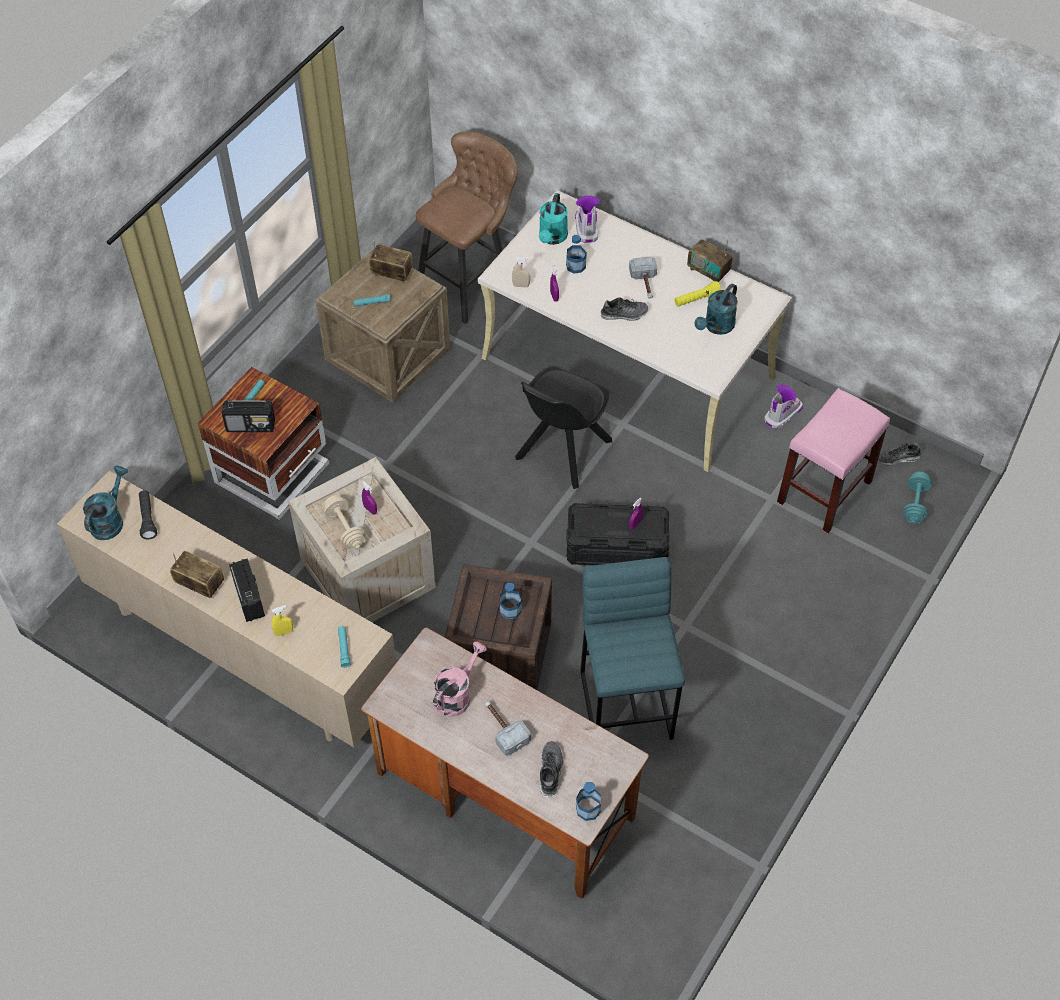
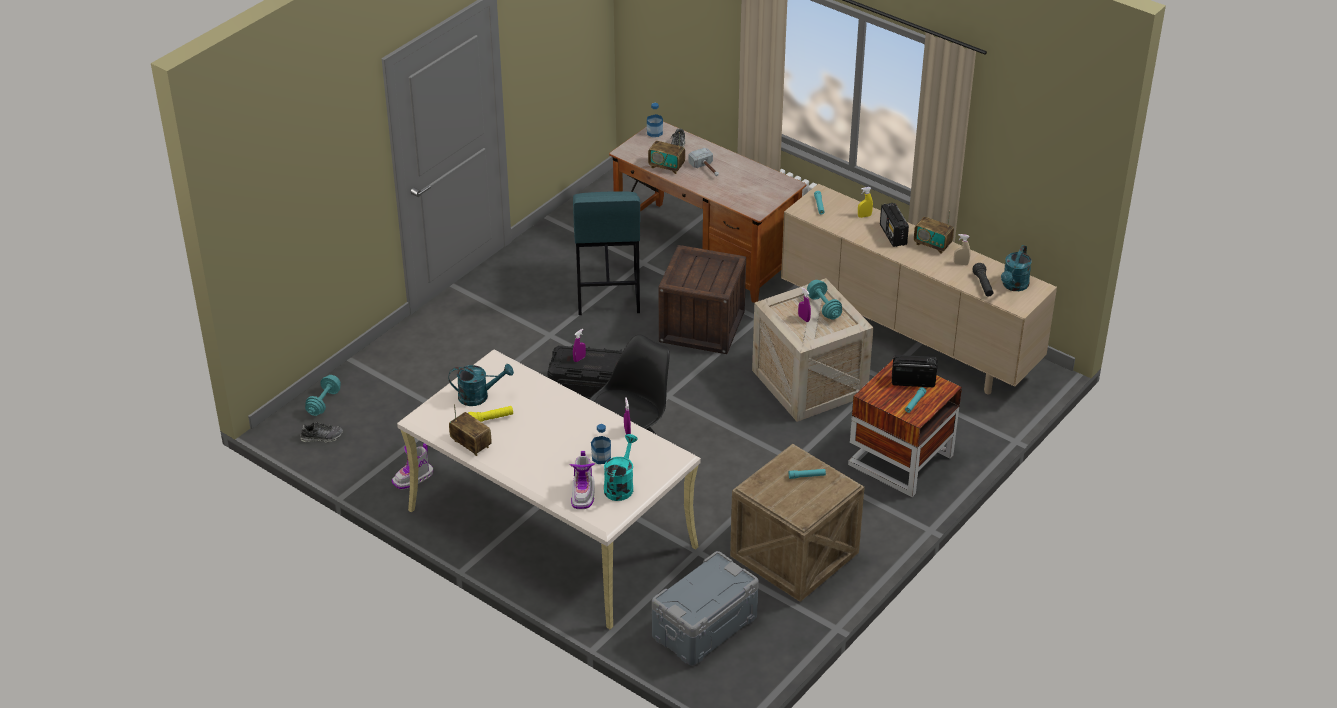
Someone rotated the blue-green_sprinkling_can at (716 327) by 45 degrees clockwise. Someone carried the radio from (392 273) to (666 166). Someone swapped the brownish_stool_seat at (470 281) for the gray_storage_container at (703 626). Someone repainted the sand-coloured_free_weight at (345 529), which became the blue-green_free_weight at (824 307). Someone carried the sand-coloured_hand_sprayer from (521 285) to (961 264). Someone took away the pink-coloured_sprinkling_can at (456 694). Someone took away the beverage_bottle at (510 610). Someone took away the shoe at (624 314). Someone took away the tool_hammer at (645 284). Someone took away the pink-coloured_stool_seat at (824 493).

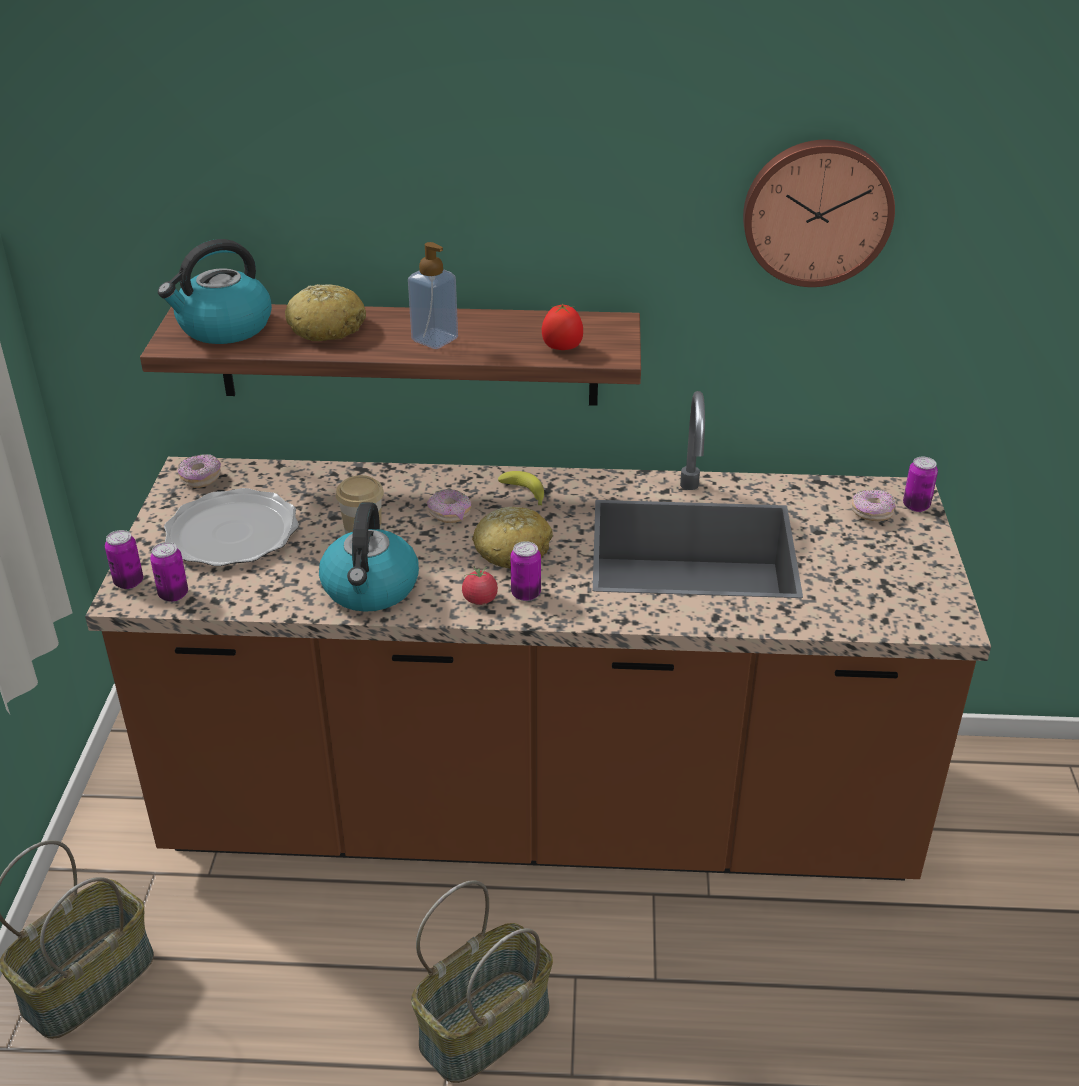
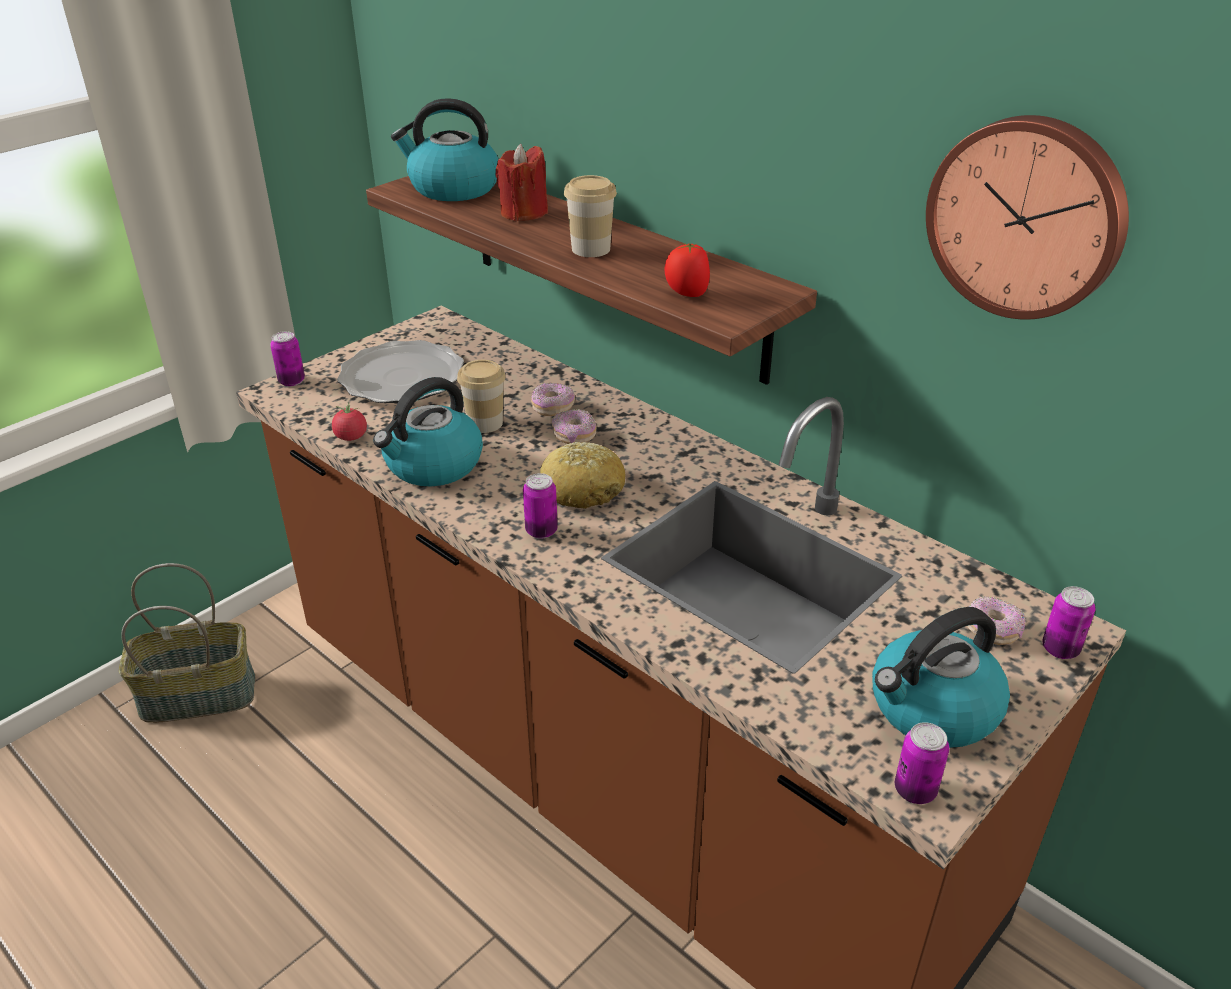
Someone carried the fresh_tomato from (480 599) to (351 437). Someone swapped the baked_bread at (327 328) for the red-coloured_candle at (523 213). Someone carried the doughnut from (201 479) to (553 408). Someone swapped the soap_bottle at (434 339) for the drinking_cup at (591 249). Someone put down the water_kettle at (932 709). Someone carried the can from (173 594) to (915 790). Someone took away the basket at (484 1025). Someone took away the banana at (525 495).

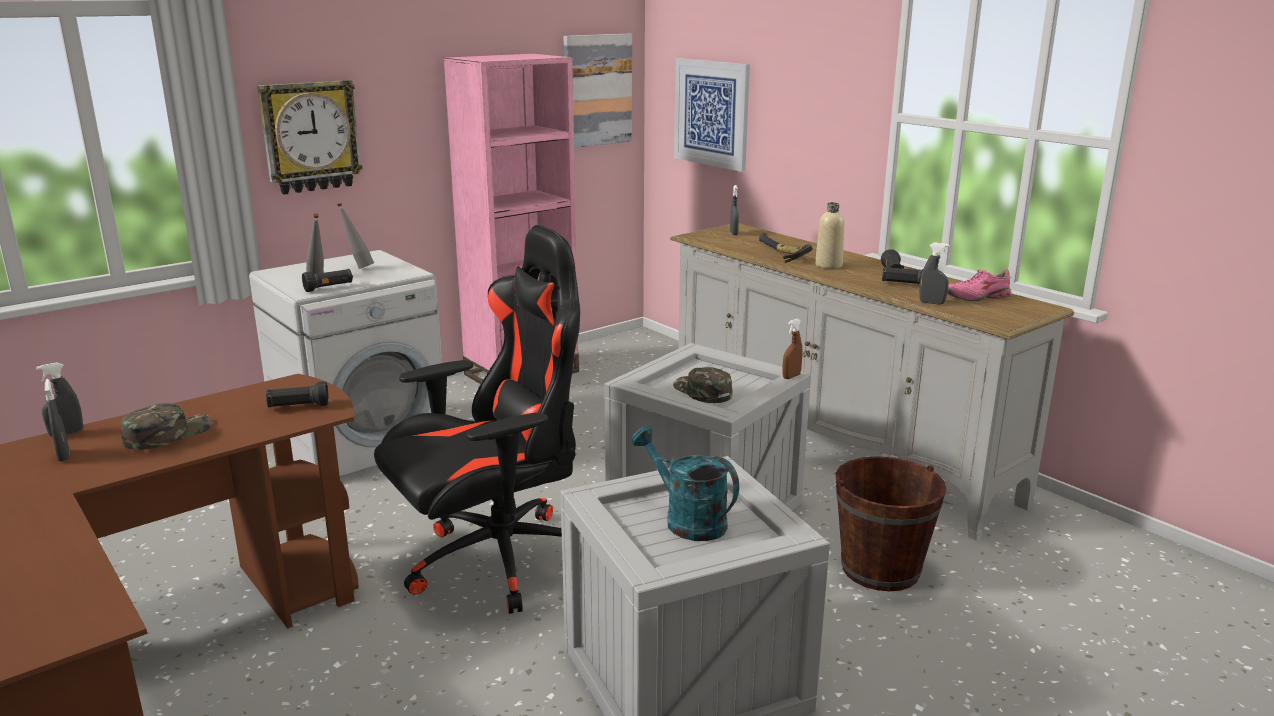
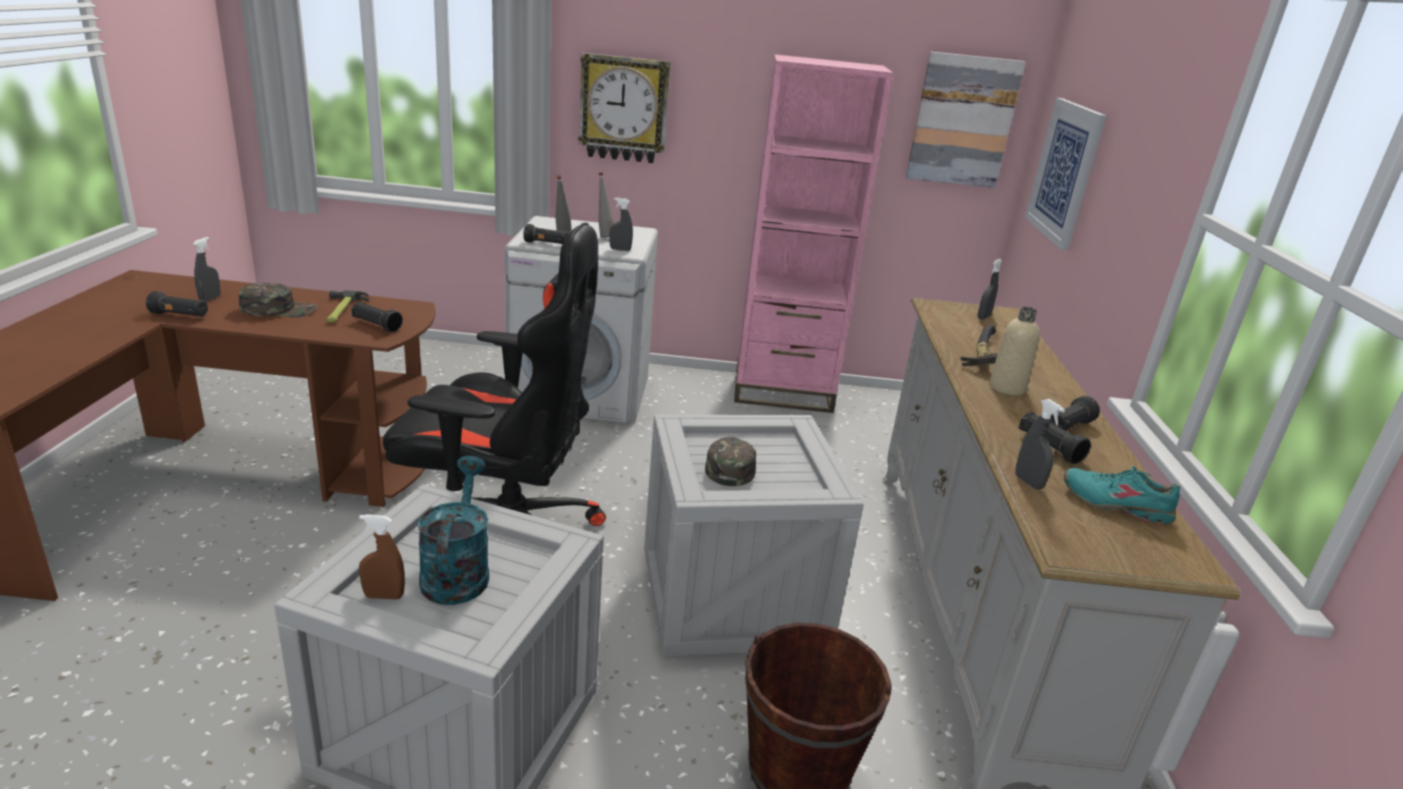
Someone put down the black-coloured_flashlight at (180 315). Someone put down the tool_hammer at (341 310). Someone carried the brownish_hand_sprayer from (791 376) to (384 596). Someone carried the gray_hand_sprayer from (66 434) to (620 249). Someone repainted the pink-coloured_shoe at (977 297), which became the blue-green_shoe at (1115 505).

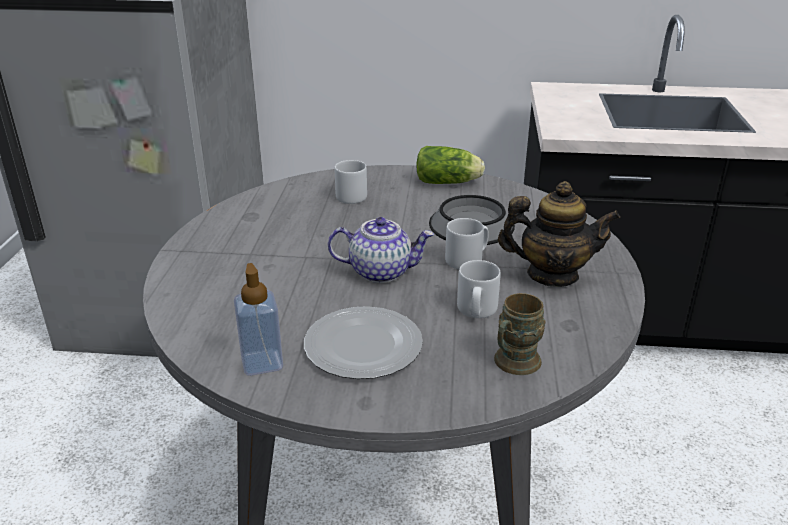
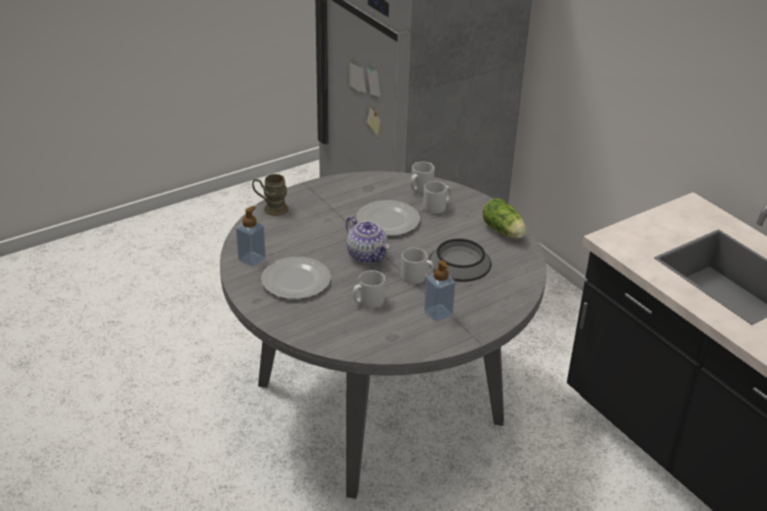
Someone carried the brownish_mug from (512 364) to (271 208). Someone put down the plate at (387 221). Someone put down the gray_mug at (420 189). Someone swapped the tea_pot at (552 275) for the soap_bottle at (438 313).

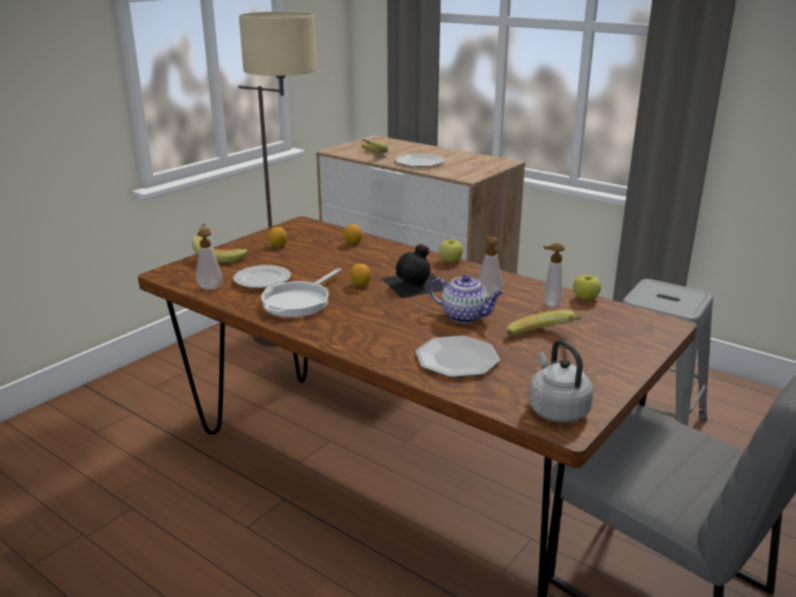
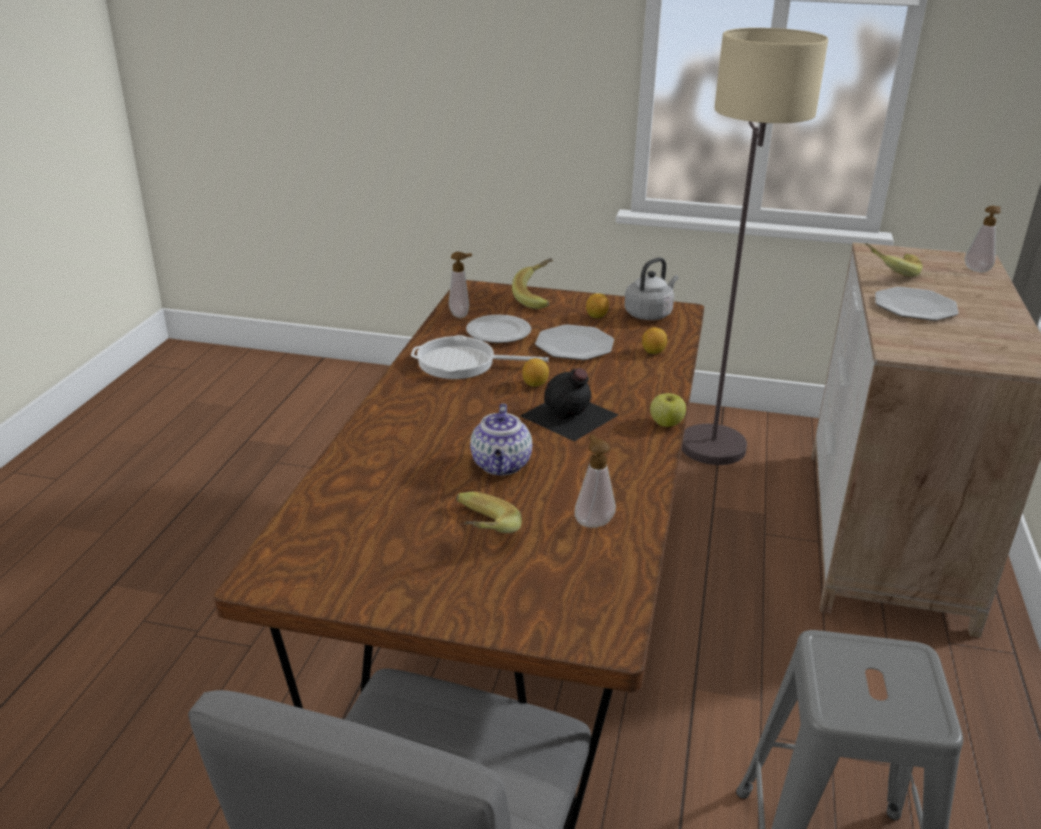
Someone carried the plate from (457 359) to (574 345). Someone carried the gray_water_kettle from (556 409) to (649 314). Someone carried the soap_bottle from (488 295) to (977 269). Someone took away the apple_fruit at (585 298).

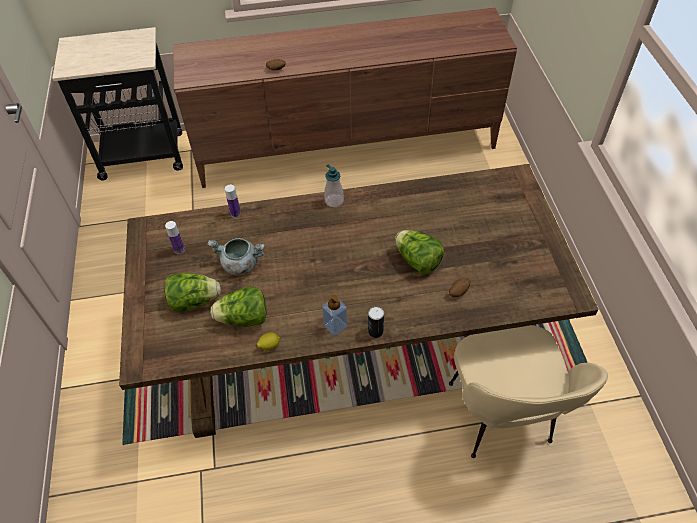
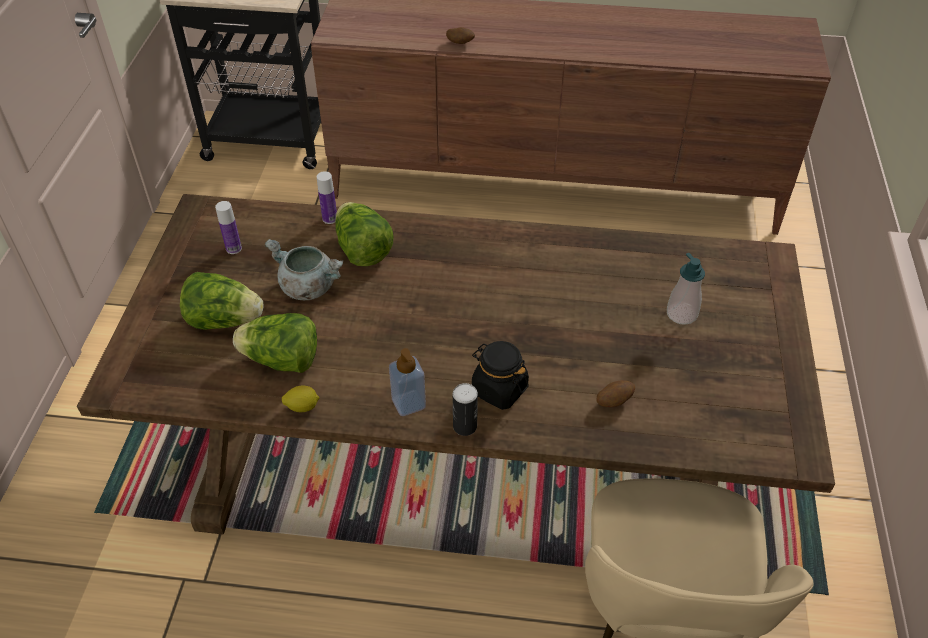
Someone carried the lettuce_head from (417 261) to (362 250). Someone put down the black-coloured_preserve_jar at (499 389). Someone carried the soap_bottle from (334 201) to (681 314).

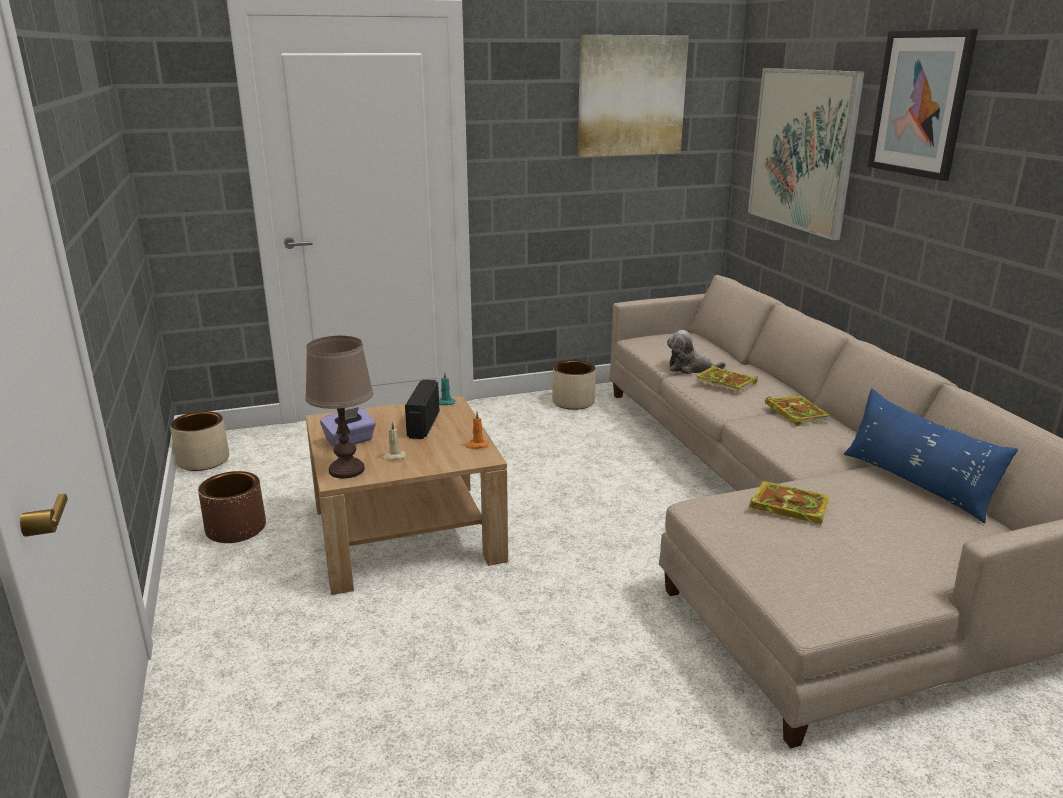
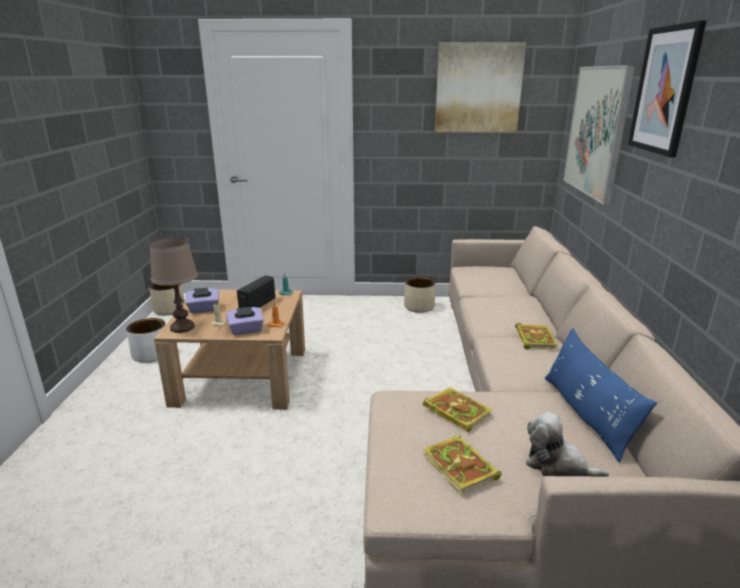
Someone repainted the brownish_flower_pot at (236 529), which became the whitish_flower_pot at (151 354). Someone put down the purple-coloured_tissue_box at (246 330). Someone carried the volume from (727 382) to (461 467). Someone carried the plush_toy from (690 368) to (557 465).

